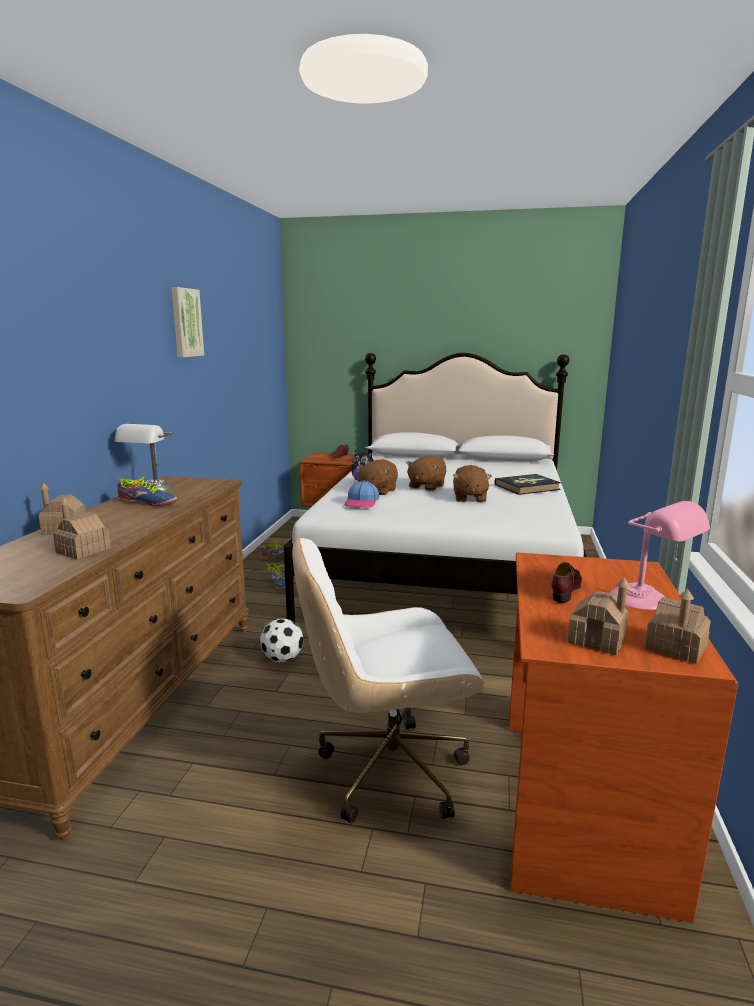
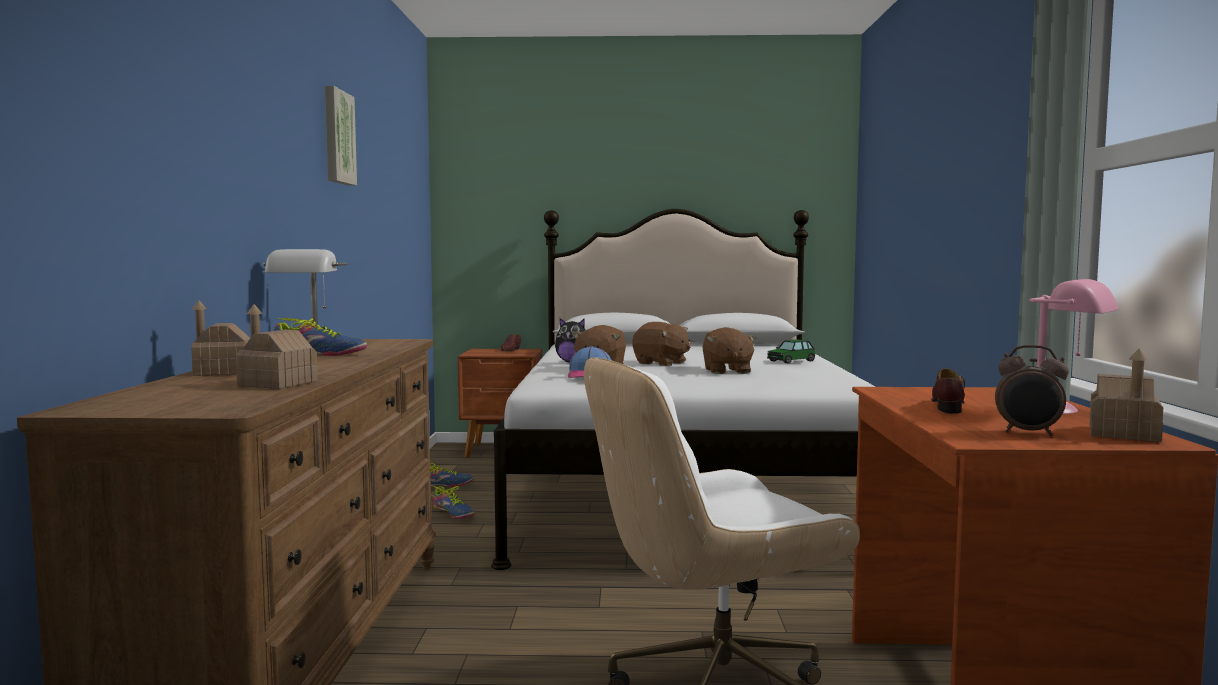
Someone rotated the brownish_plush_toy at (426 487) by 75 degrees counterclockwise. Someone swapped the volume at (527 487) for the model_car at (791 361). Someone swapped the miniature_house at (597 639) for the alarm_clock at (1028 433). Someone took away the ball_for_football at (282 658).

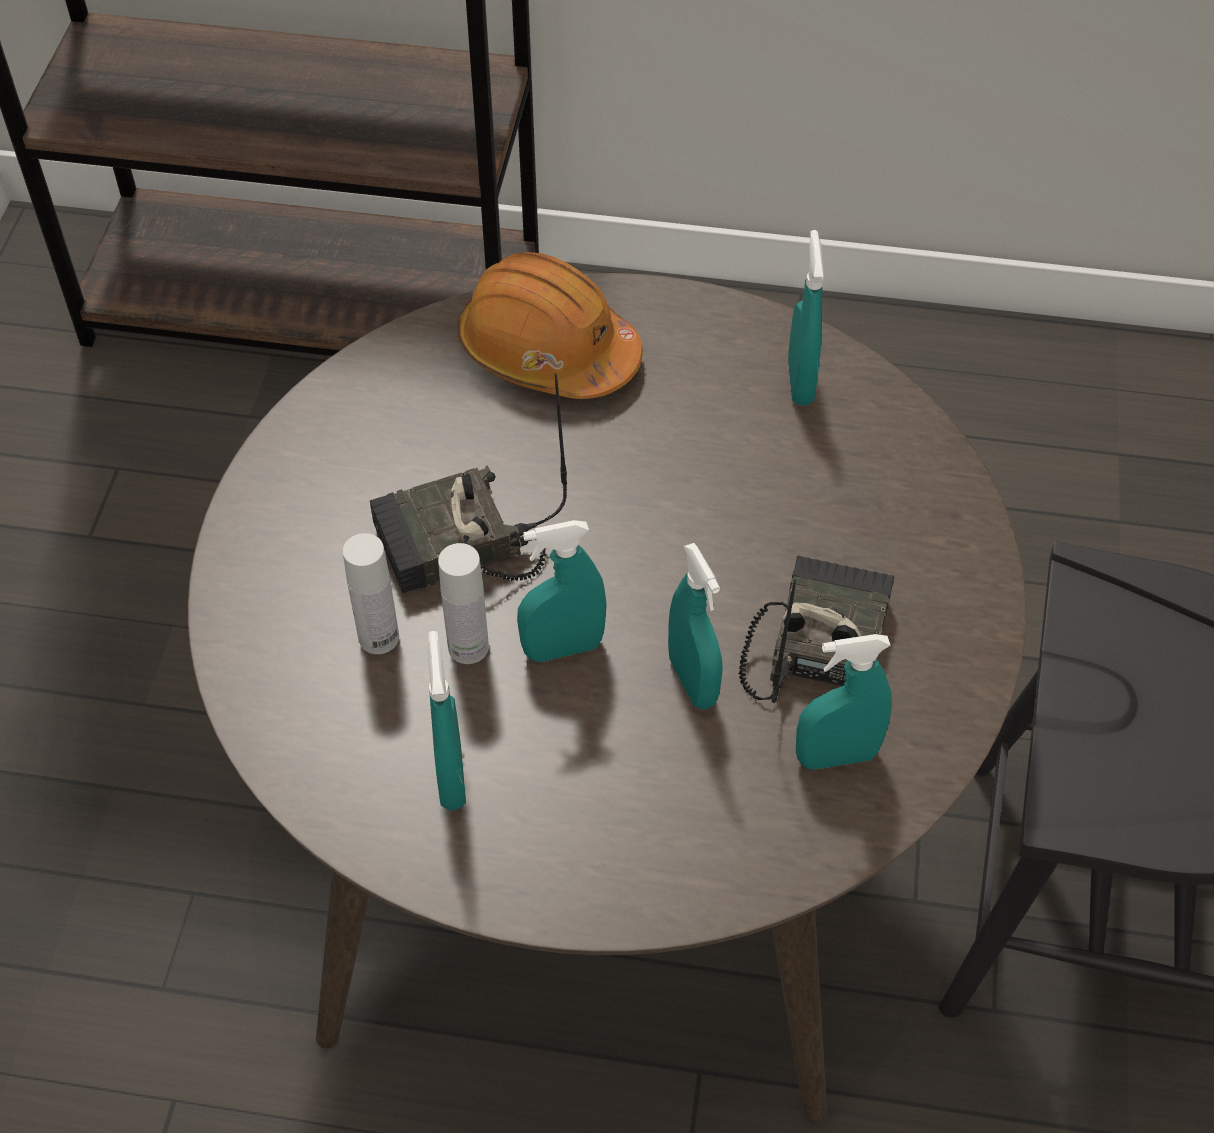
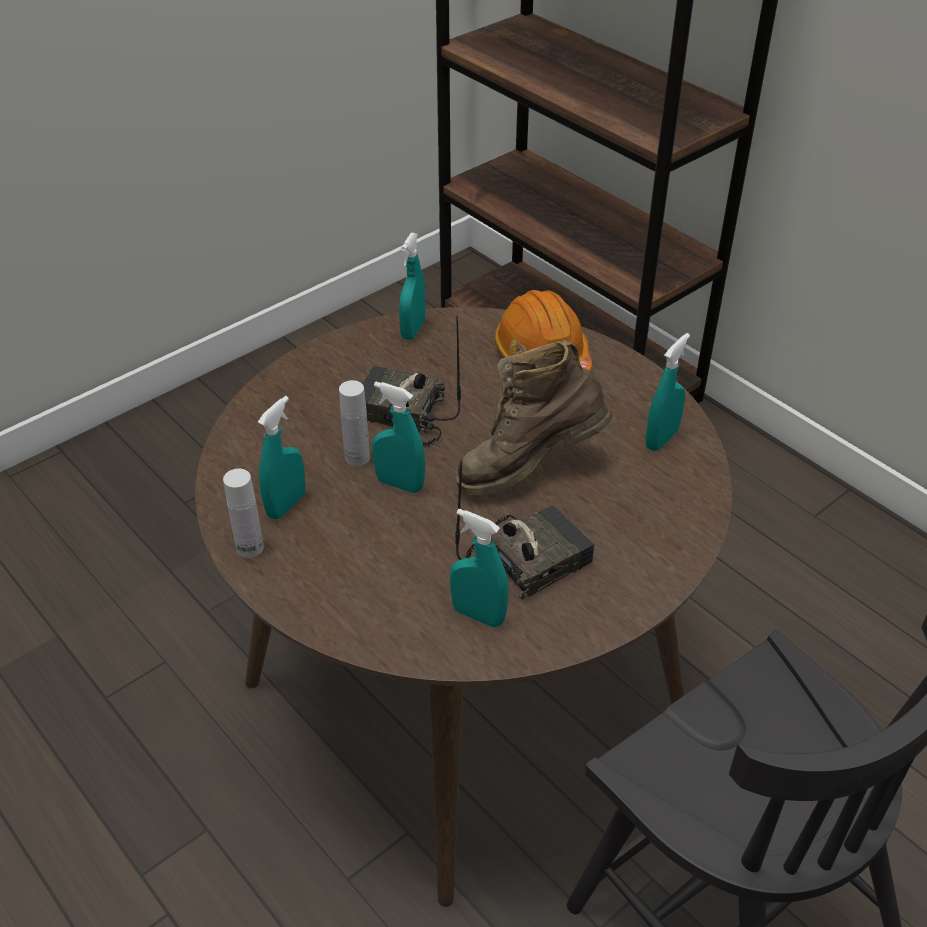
Someone carried the whitish_beverage_bottle from (379 637) to (250 548). Someone carried the blue-green_hand_sprayer from (692 681) to (413 330). Someone put down the brownish_tall_boot at (529 468).

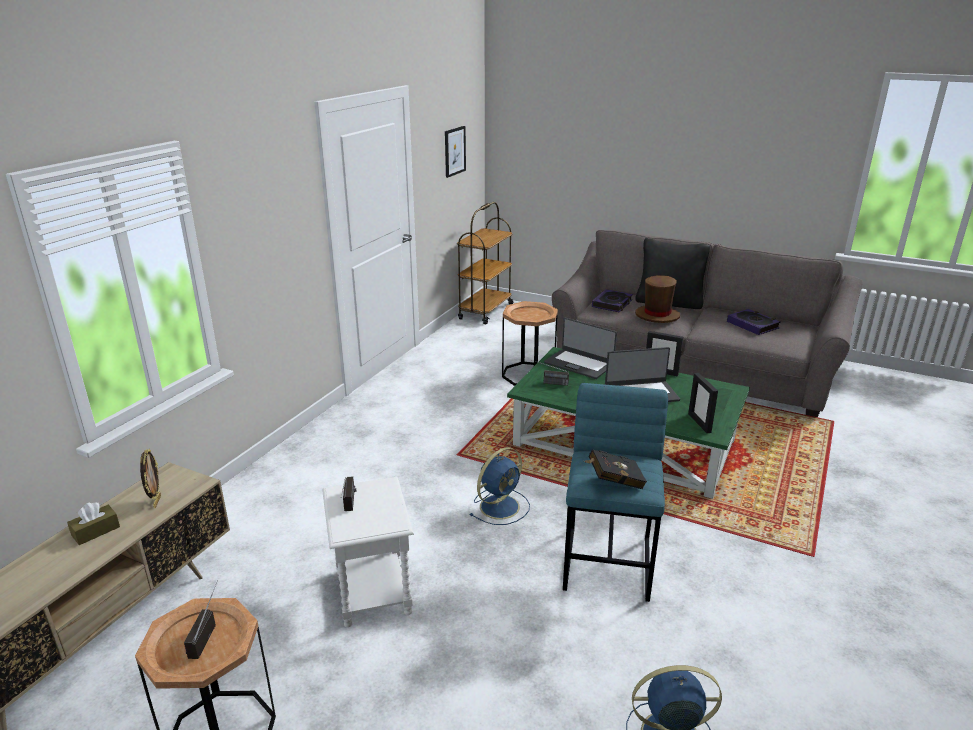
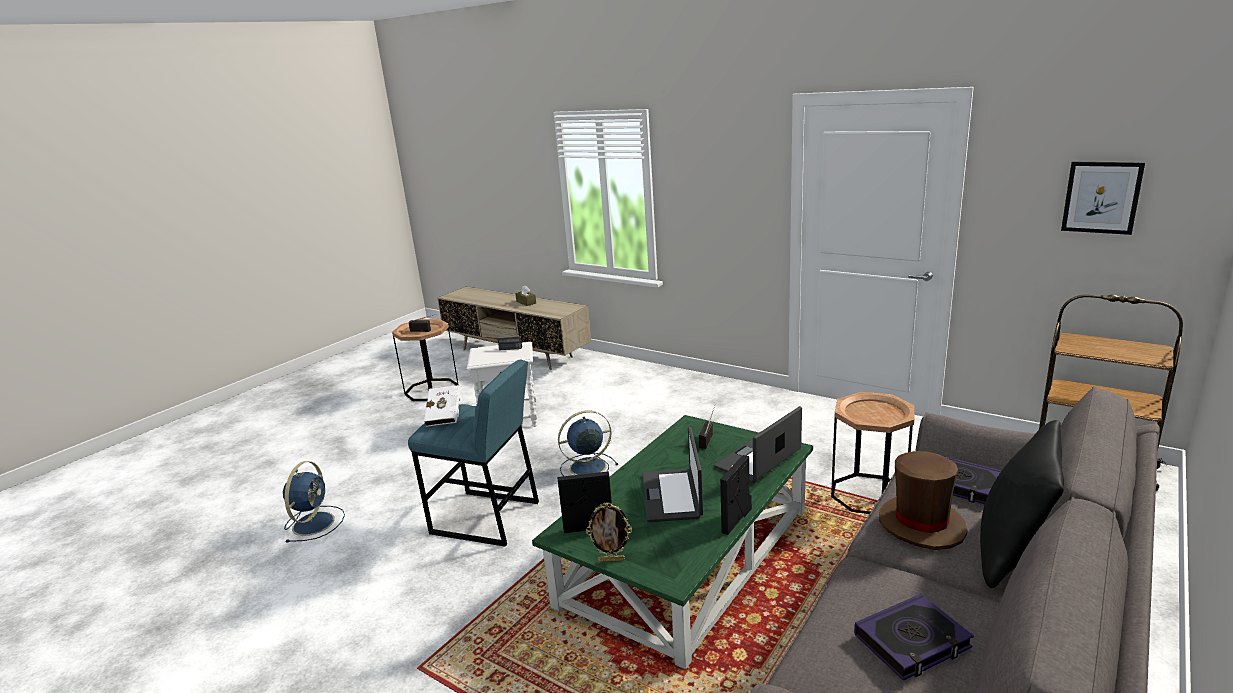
Someone repainted the black-coloured_volume at (613 481), which became the whitish_volume at (446 415). Someone rotated the bluish_electric_fan at (501 506) by 105 degrees clockwise. Someone carried the picture_frame from (156 501) to (611 560).

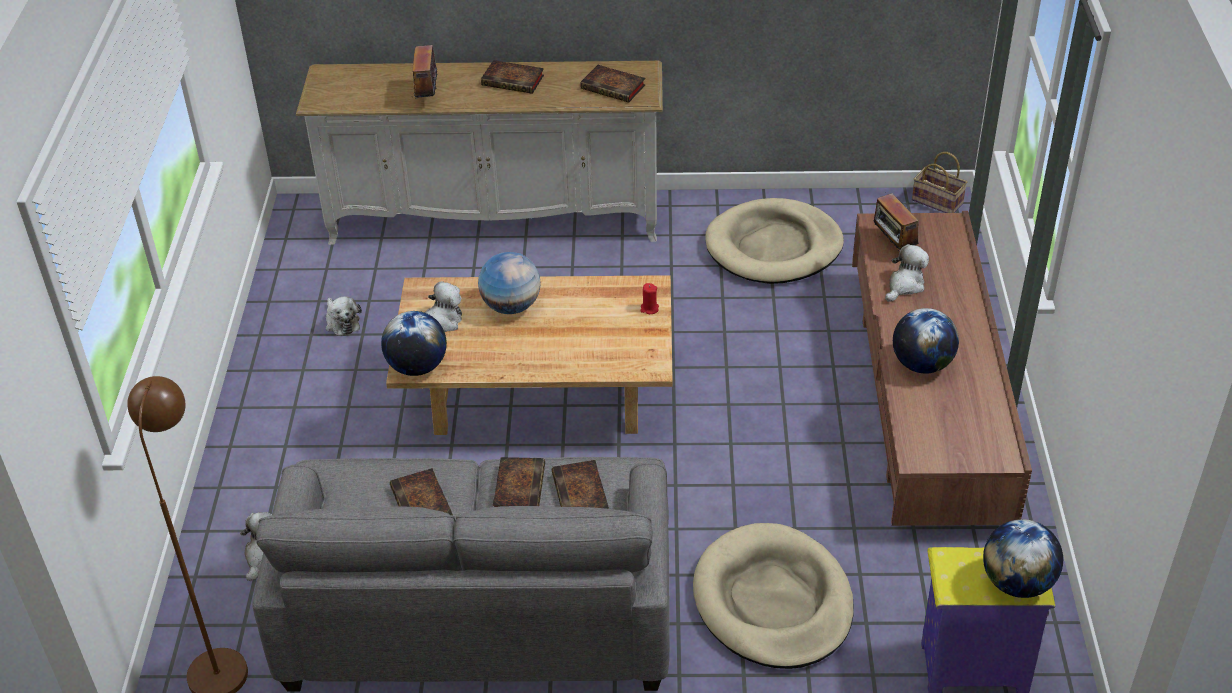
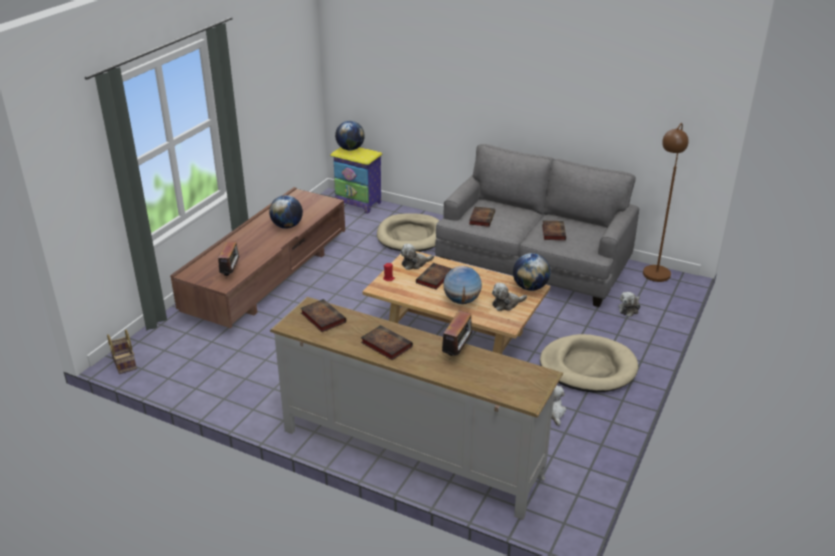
Someone carried the plush_toy from (904 285) to (415 264). Someone carried the volume from (519 487) to (434 279). Someone carried the sand-coloured_pet_bed from (774 247) to (588 367).

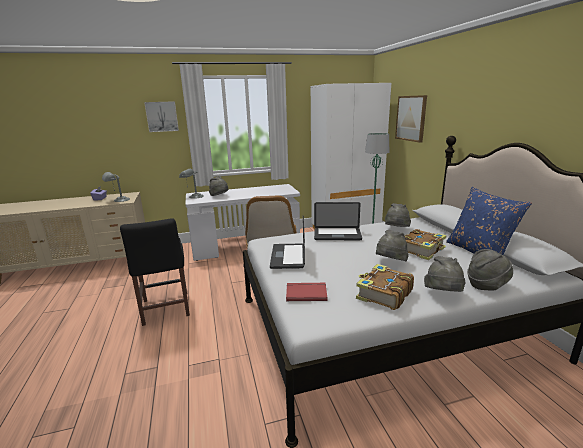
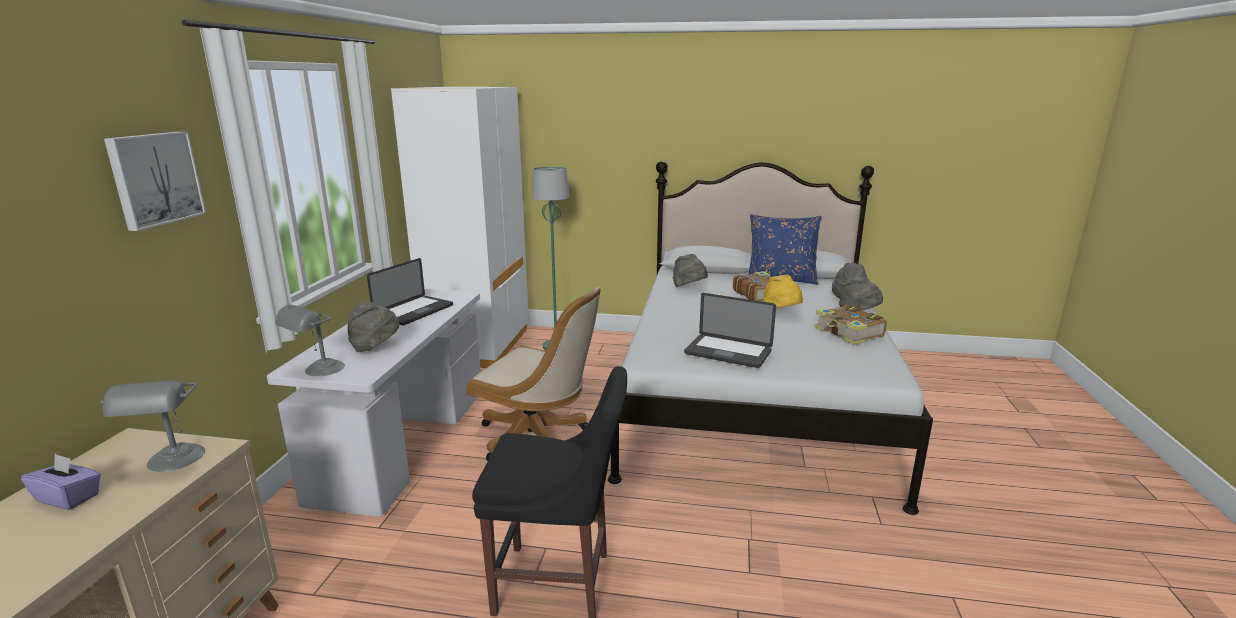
Someone carried the portable_computer from (337 235) to (414 311). Someone repainted the gray_hat at (390 262), which became the yellow_hat at (781 313). Someone took away the red-coloured_volume at (306 293). Someone took away the wall_art at (411 118).

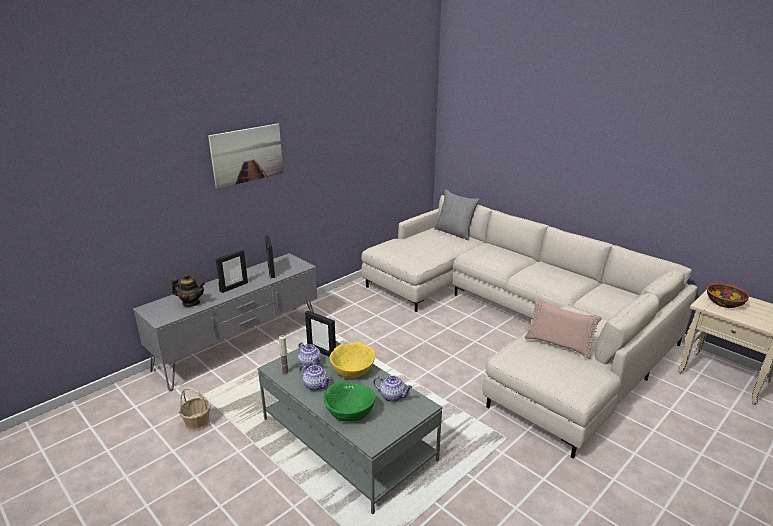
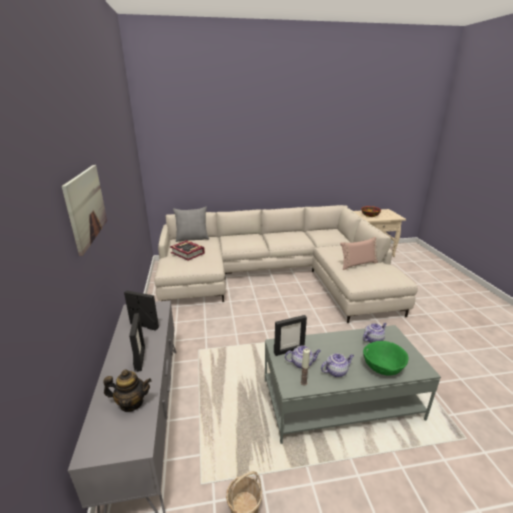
Someone rotated the tea_pot at (191 303) by 45 degrees clockwise. Someone put down the volume at (188 253). Someone took away the yellow_serving_bowl at (353 370).

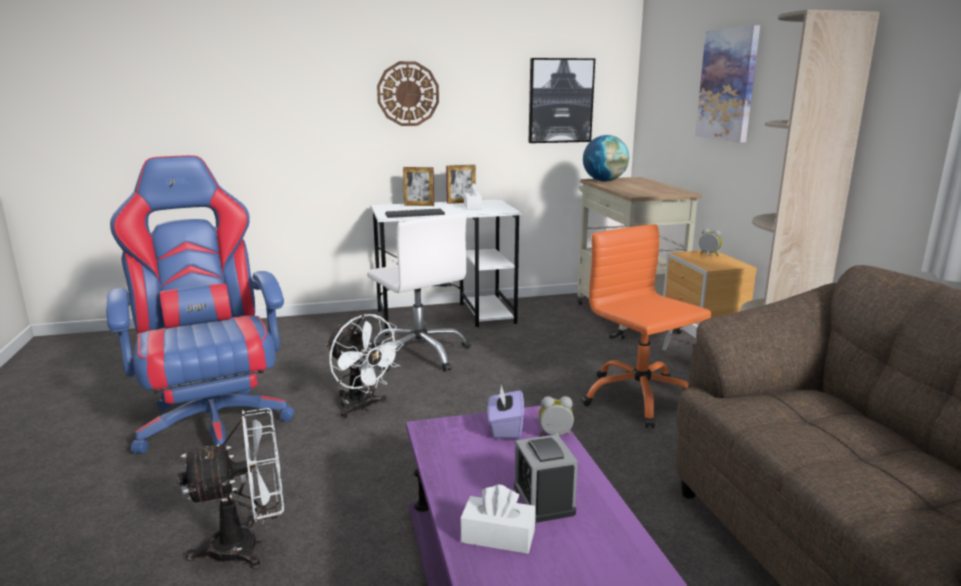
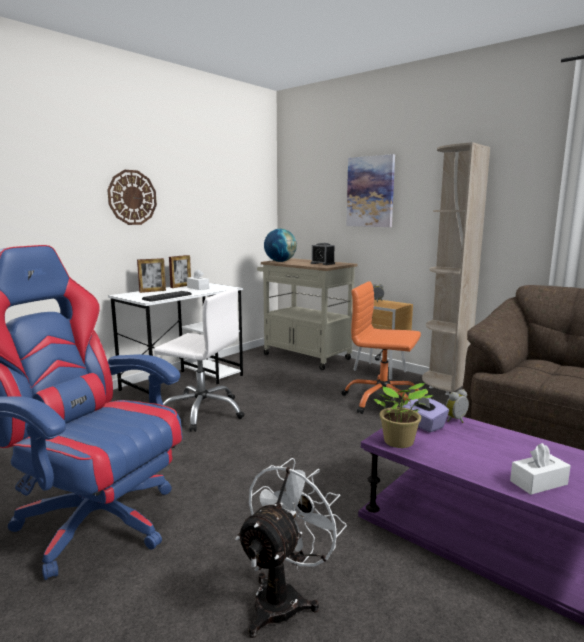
Someone carried the alarm_clock from (544 499) to (322 263). Someone put down the houseplant at (399 443). Someone took away the whitish_electric_fan at (362 408). Someone took away the wall_art at (560 101).

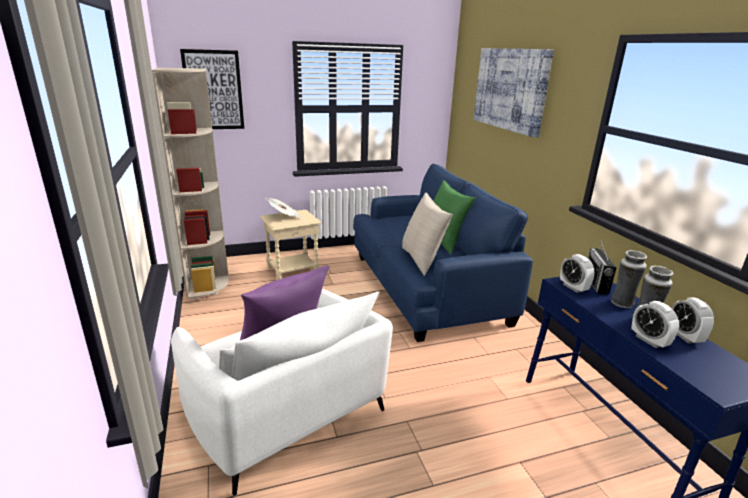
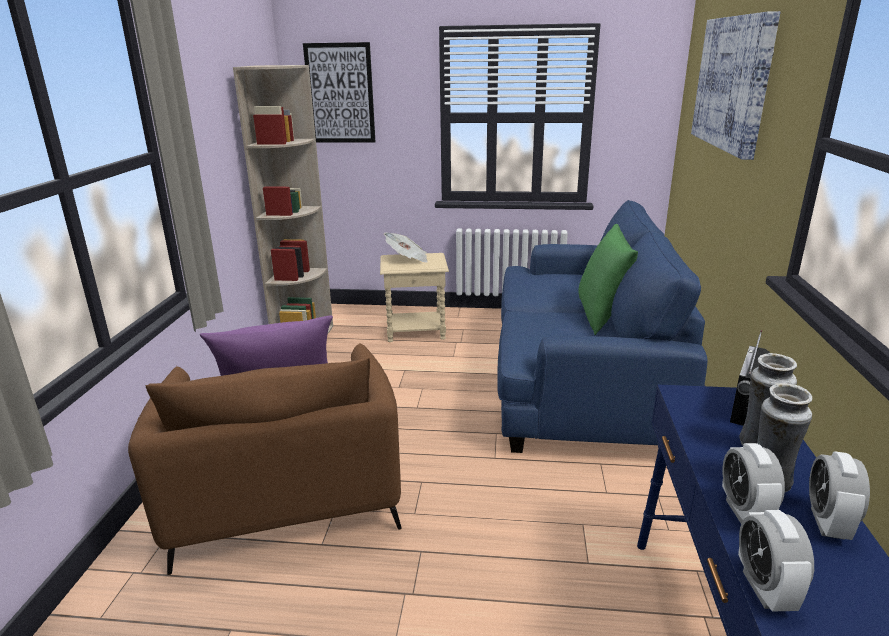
Someone repainted the whitish_lounge_chair at (285 413), which became the brownish_lounge_chair at (285 499). Someone carried the alarm_clock from (573 287) to (765 589). Someone took away the sand-coloured_cushion at (422 260).

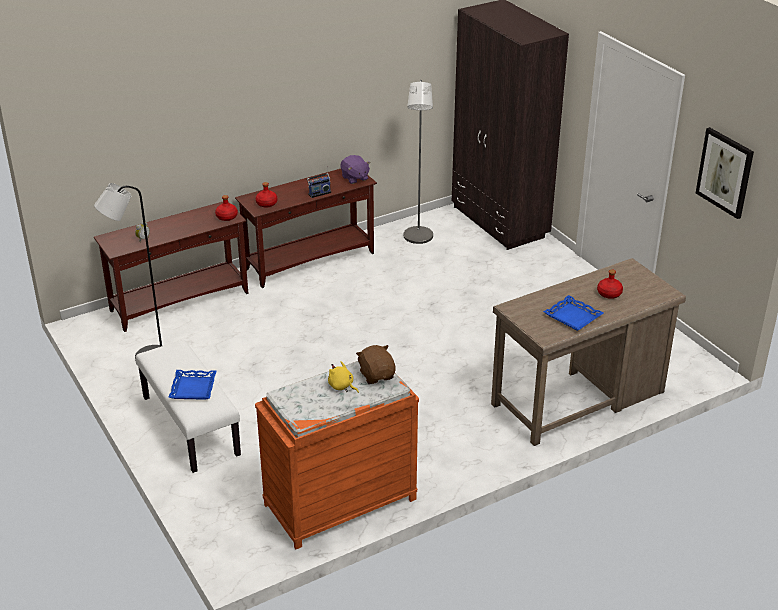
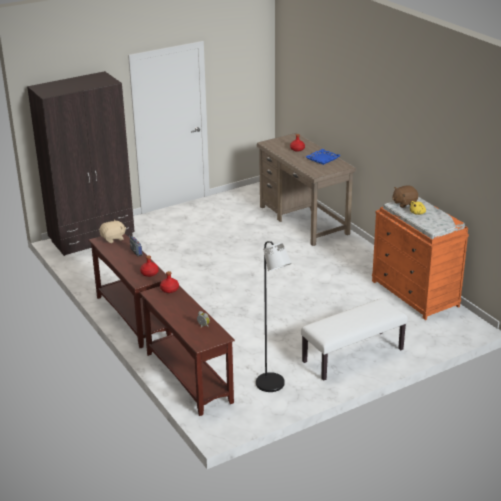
Someone repainted the purple-coloured_plush_toy at (354 178), which became the sand-coloured_plush_toy at (113 238). Someone took away the bluish_carrying_tray at (193 388). Someone took away the gray_standard_lamp at (418 239). Someone took away the wall_art at (725 172).

